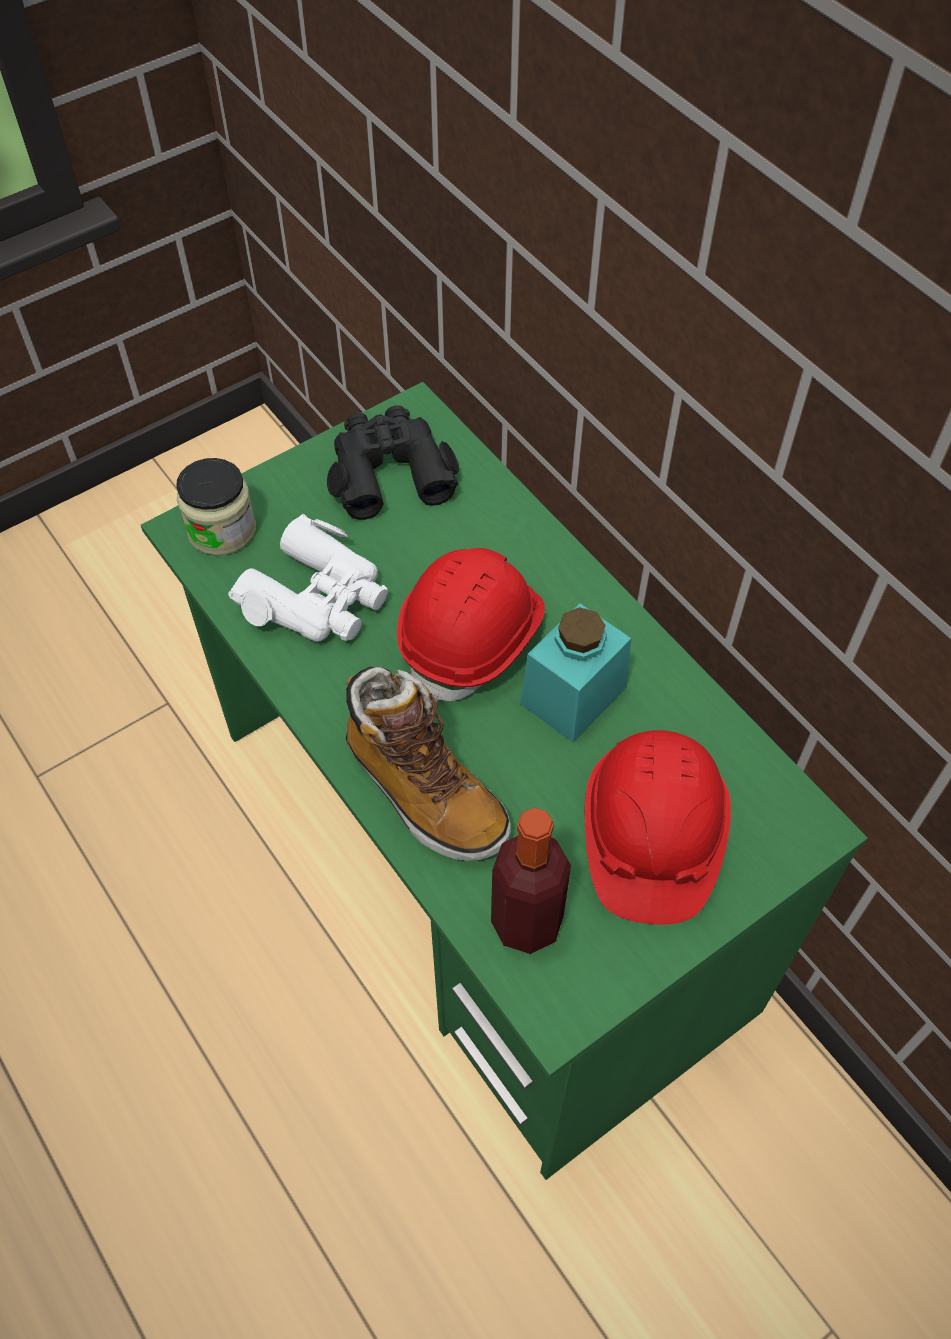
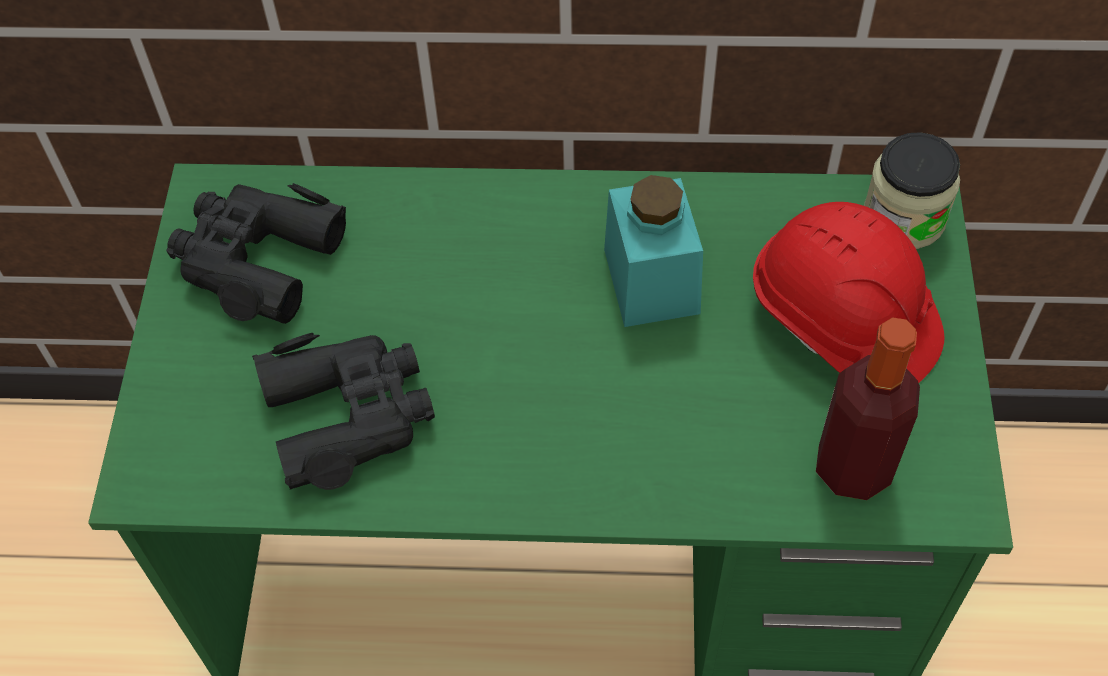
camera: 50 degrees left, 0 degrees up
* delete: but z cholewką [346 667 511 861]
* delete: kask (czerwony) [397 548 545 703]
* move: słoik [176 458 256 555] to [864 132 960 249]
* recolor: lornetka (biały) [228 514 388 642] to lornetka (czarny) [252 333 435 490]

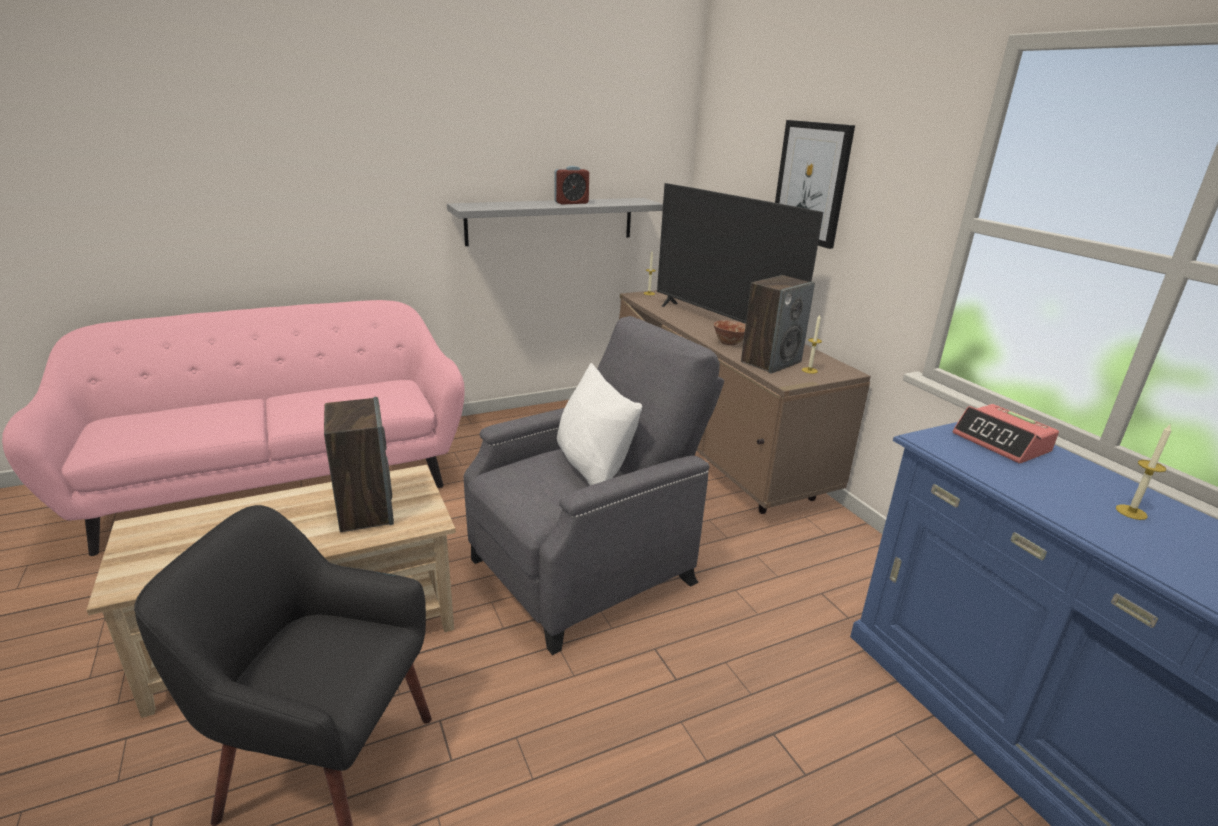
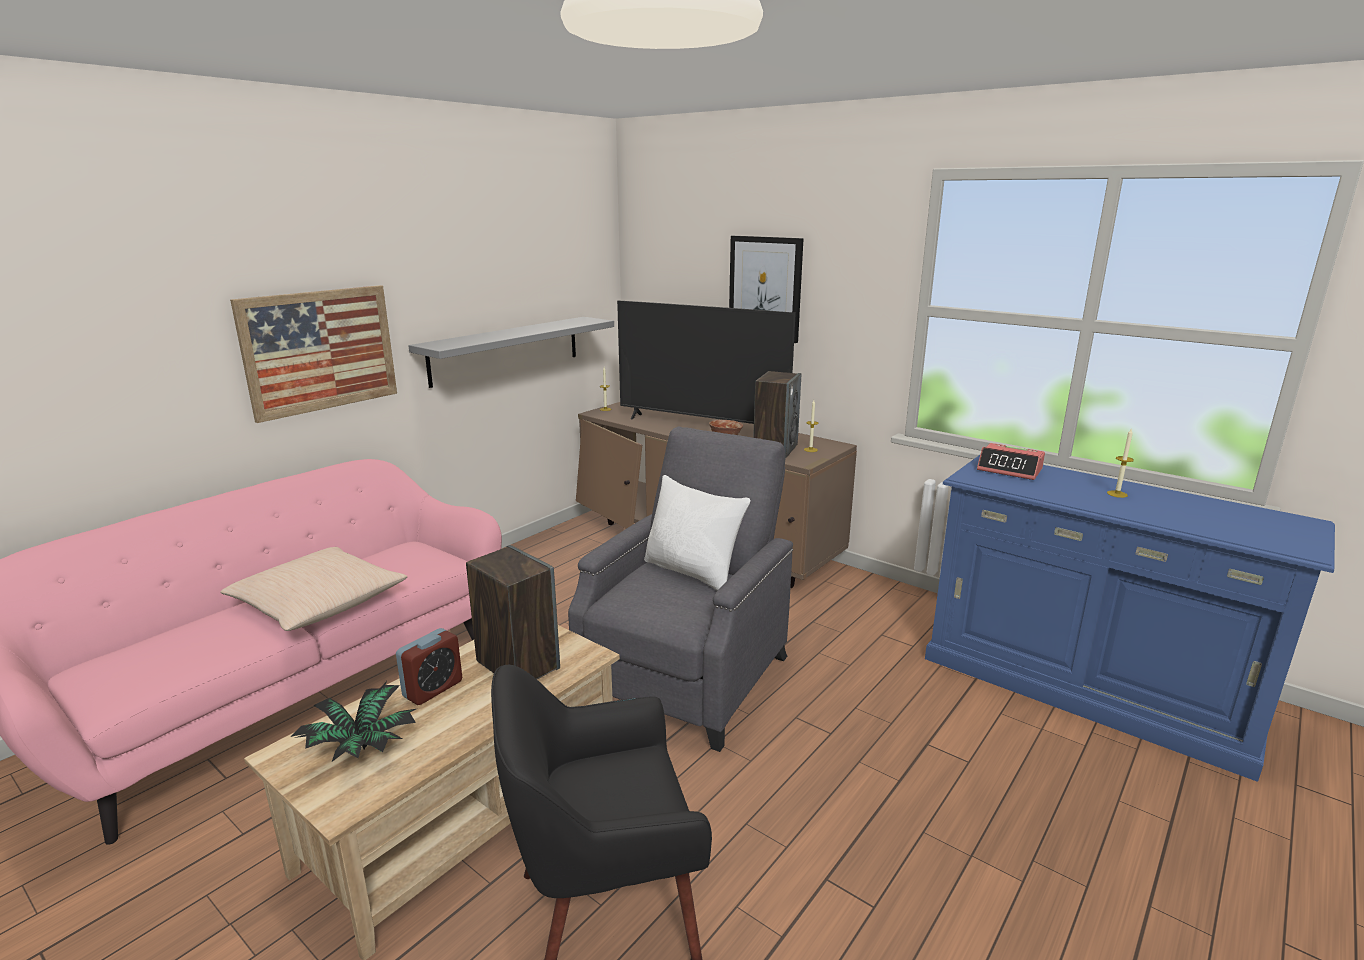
camera: 25 degrees left, 5 degrees down
* insert: poduszka (beżowy) [220 547 407 631]
* insert: obraz [230 285 397 423]
* insert: roślina doniczkowa [291 681 418 762]
* move: budzik [555 166 589 205] to [396 628 462 705]

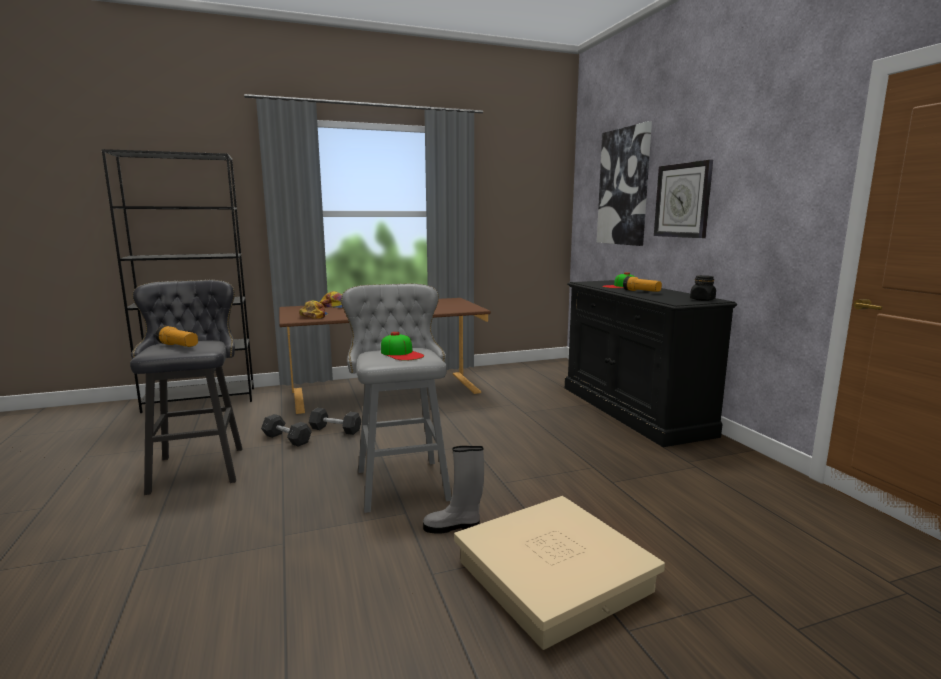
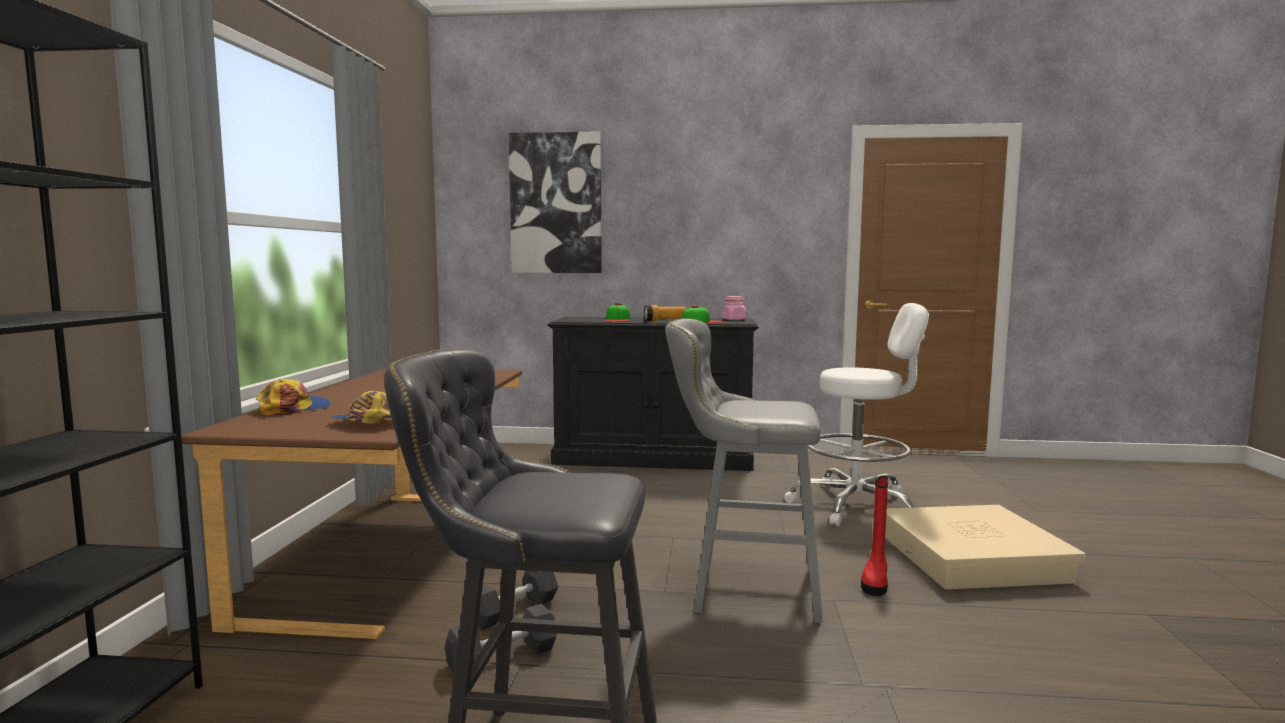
camera: 65 degrees left, 5 degrees down
* delete: latarka [155 326 198 347]
* delete: zegar ścienny [654 160 713 238]
* insert: stołek (biały) [784 303 929 526]
* move: czapka z daszkiem [381 332 424 361] to [682 305 726 323]
* recolor: but z cholewką (szary) [423 446 484 534] to but z cholewką (czerwony) [861 476 888 596]
* recolor: słoik (czarny) [690 275 716 301] to słoik (różowy) [722 296 747 320]

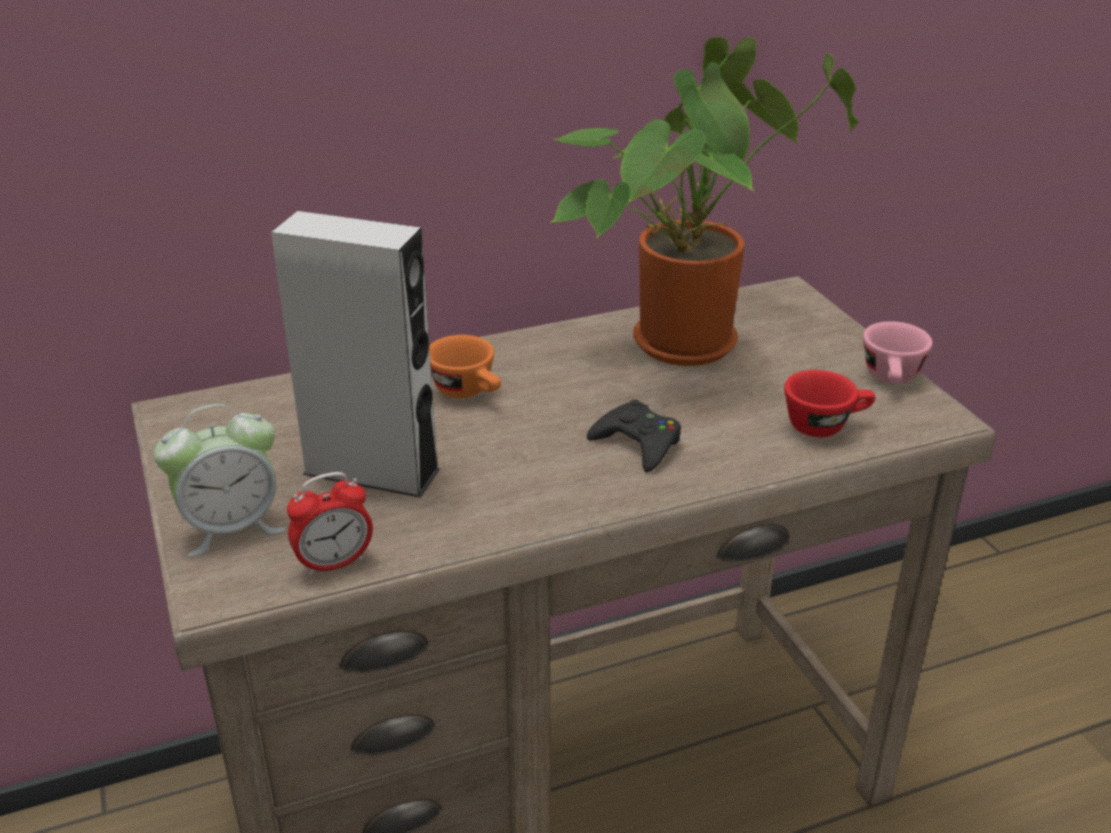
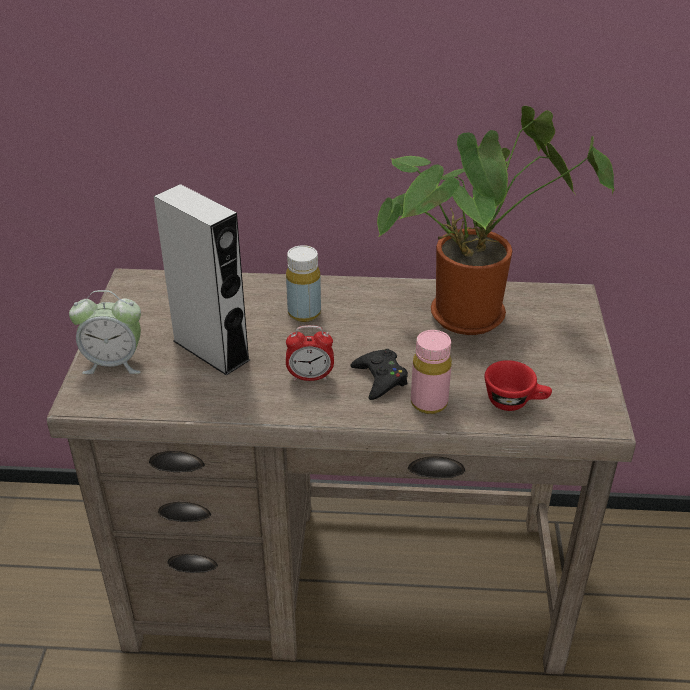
camera: 25 degrees right, 5 degrees up
* delete: filiżanka (różowy) [863 321 932 383]
* insert: butelka (różowy) [411 330 452 414]
* move: budzik [287 472 373 576] to [286 325 334 381]
* replace: filiżanka (pomarańczowy) [429 335 501 398] to butelka (żółty) [286 245 321 322]

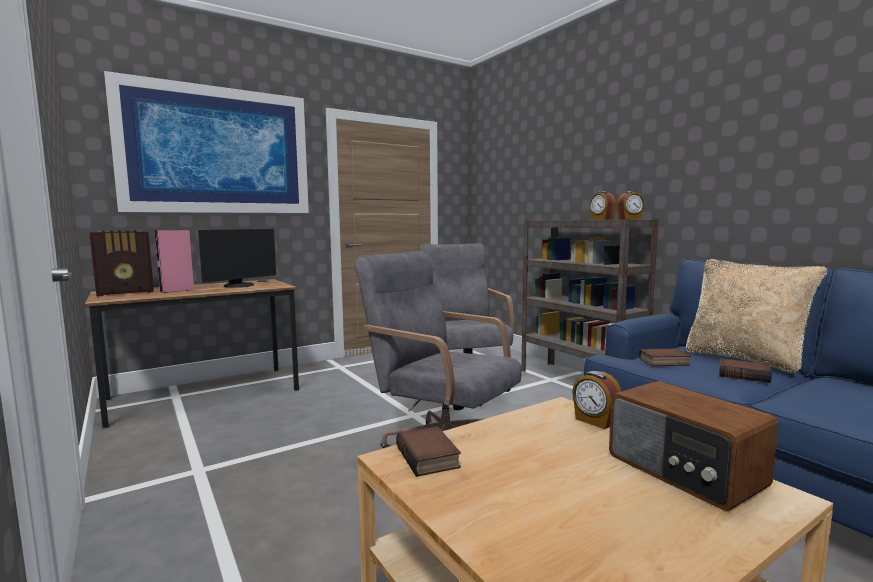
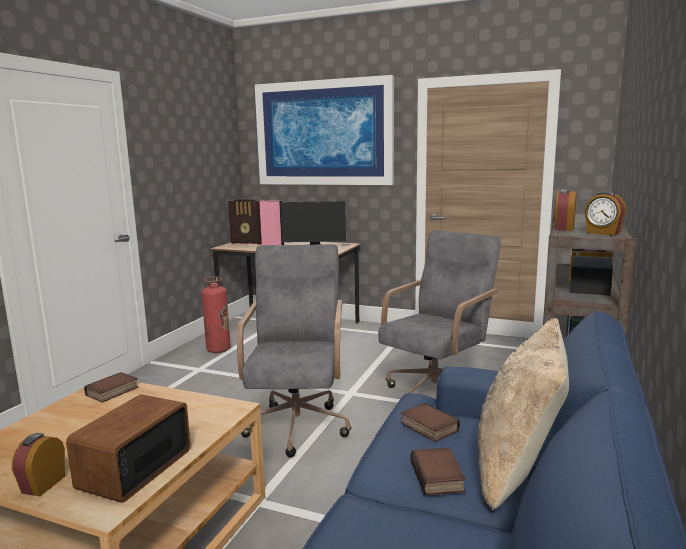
camera: 55 degrees right, 5 degrees up
* insert: gaśnica [201 277 231 353]
* move: budzik [572 371 621 429] to [12 433 65 496]

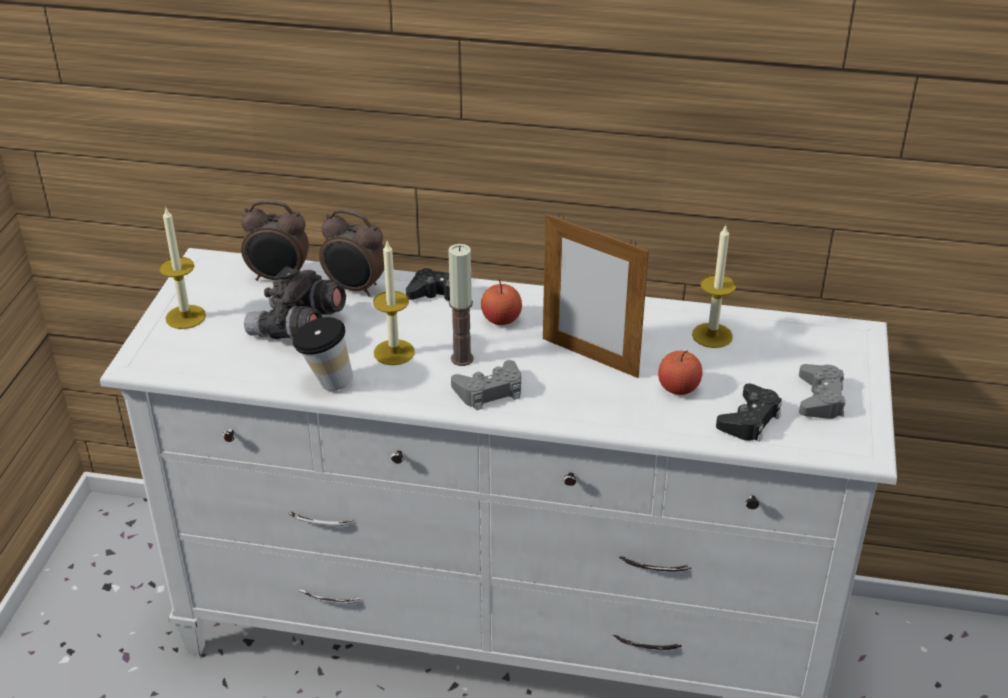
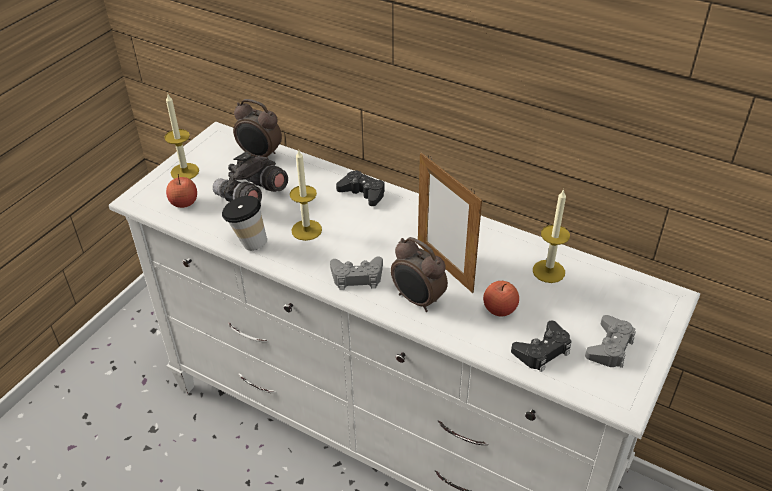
camera: 20 degrees right, 5 degrees up
* delete: świeca [448 244 474 366]
* move: budzik [319 209 384 297] to [391 237 448 312]
* move: jabłko [481 279 522 325] to [166 174 197 208]

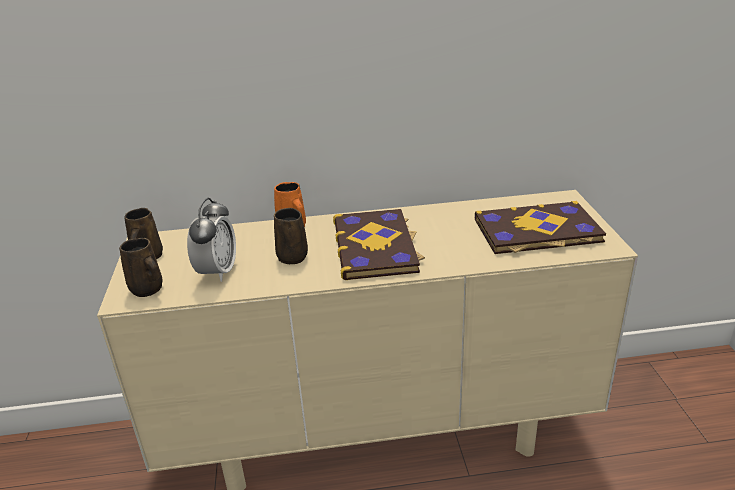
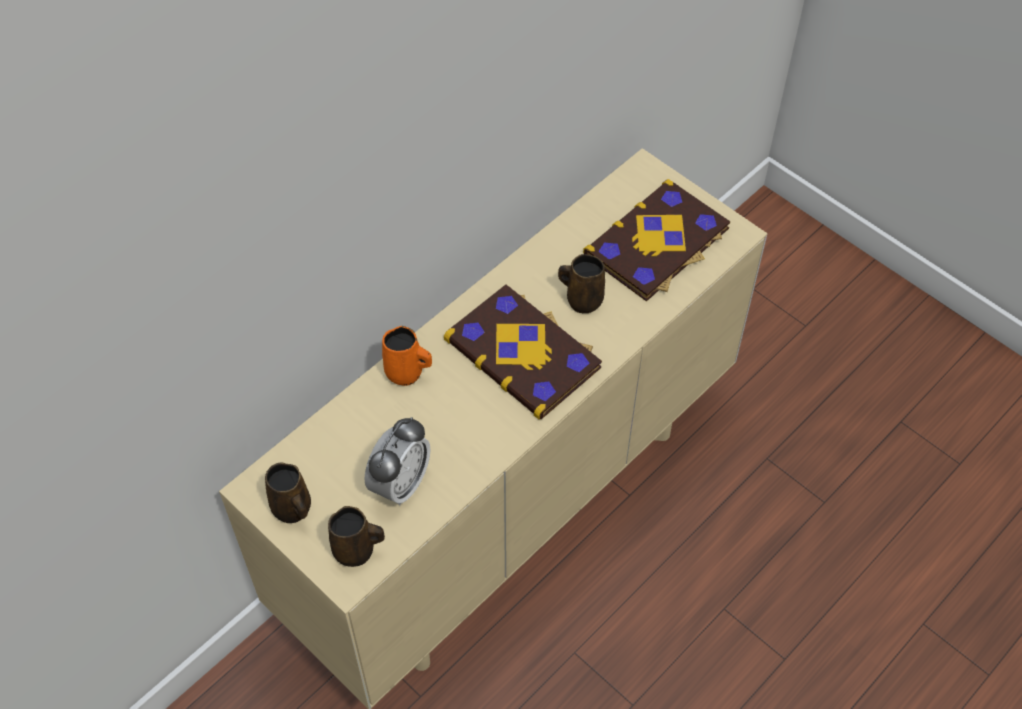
camera: 40 degrees left, 25 degrees up
* move: kubek (brązowy) [274 208 308 264] to [558 254 605 313]
* rotate: budzik [187 198 236 282] = [364 417 431 506] 60 degrees clockwise

